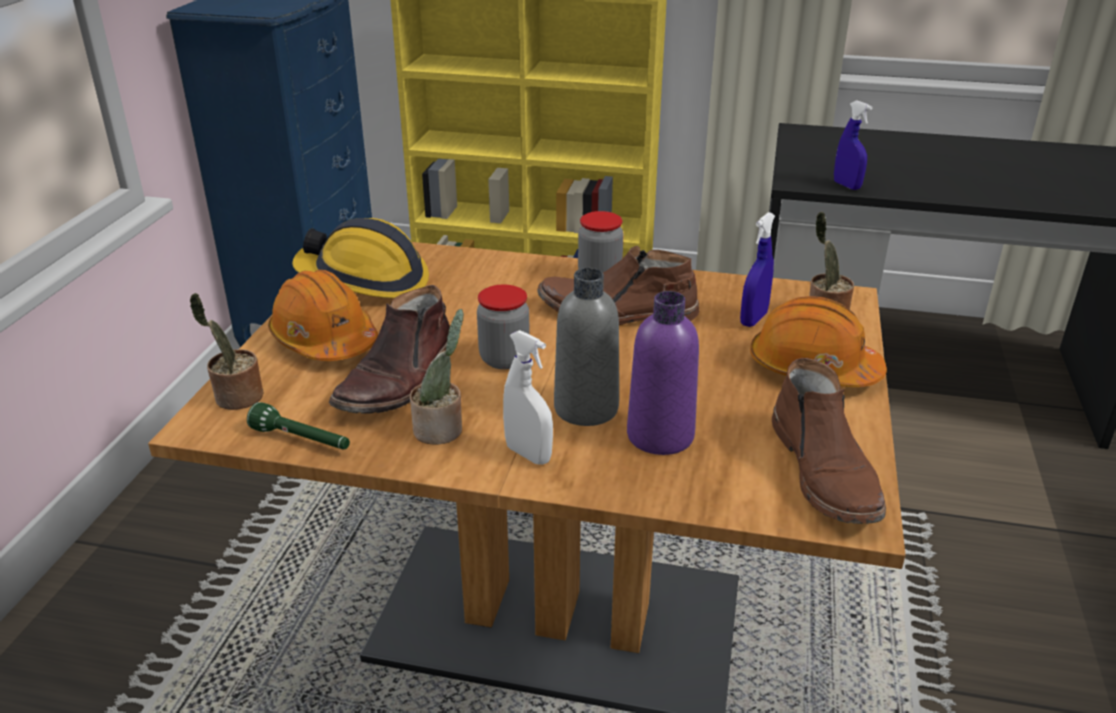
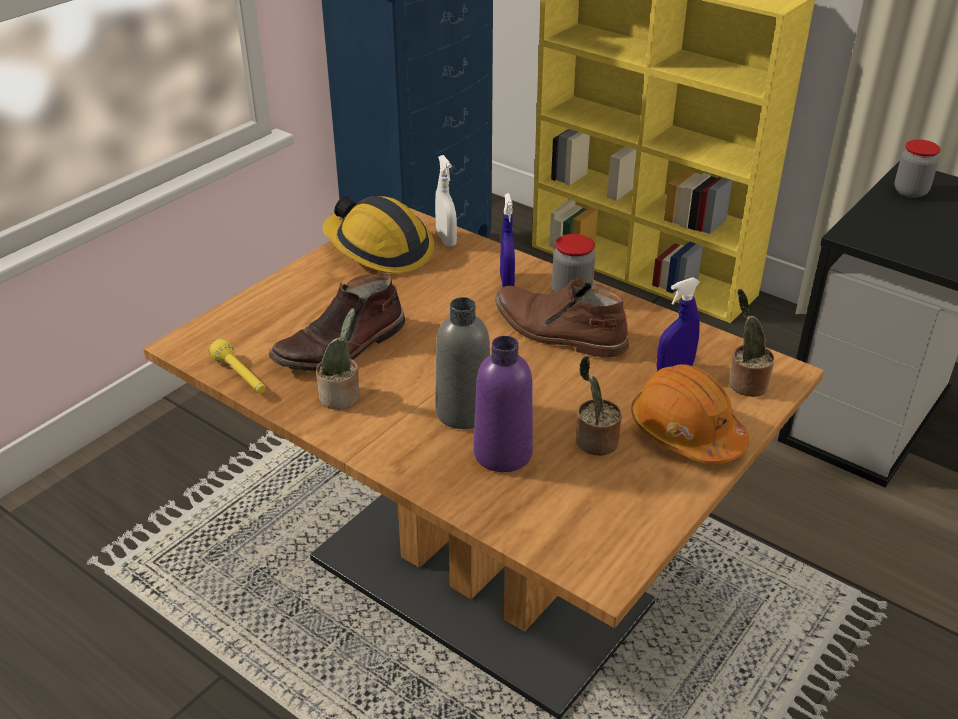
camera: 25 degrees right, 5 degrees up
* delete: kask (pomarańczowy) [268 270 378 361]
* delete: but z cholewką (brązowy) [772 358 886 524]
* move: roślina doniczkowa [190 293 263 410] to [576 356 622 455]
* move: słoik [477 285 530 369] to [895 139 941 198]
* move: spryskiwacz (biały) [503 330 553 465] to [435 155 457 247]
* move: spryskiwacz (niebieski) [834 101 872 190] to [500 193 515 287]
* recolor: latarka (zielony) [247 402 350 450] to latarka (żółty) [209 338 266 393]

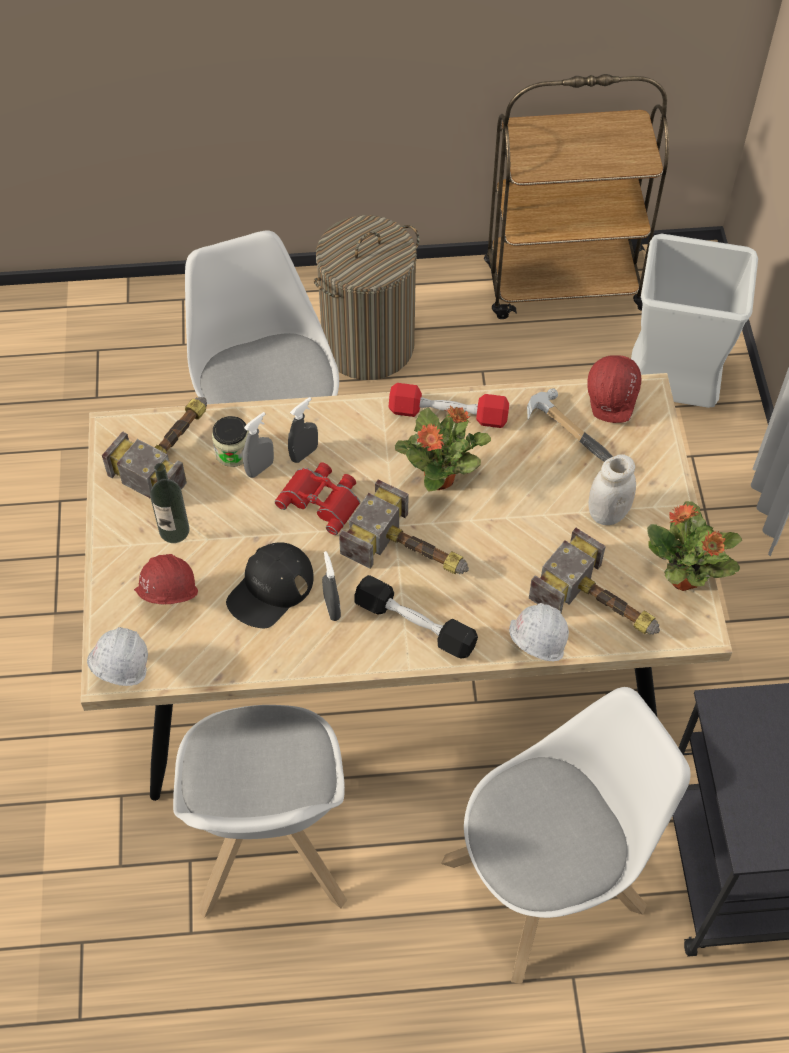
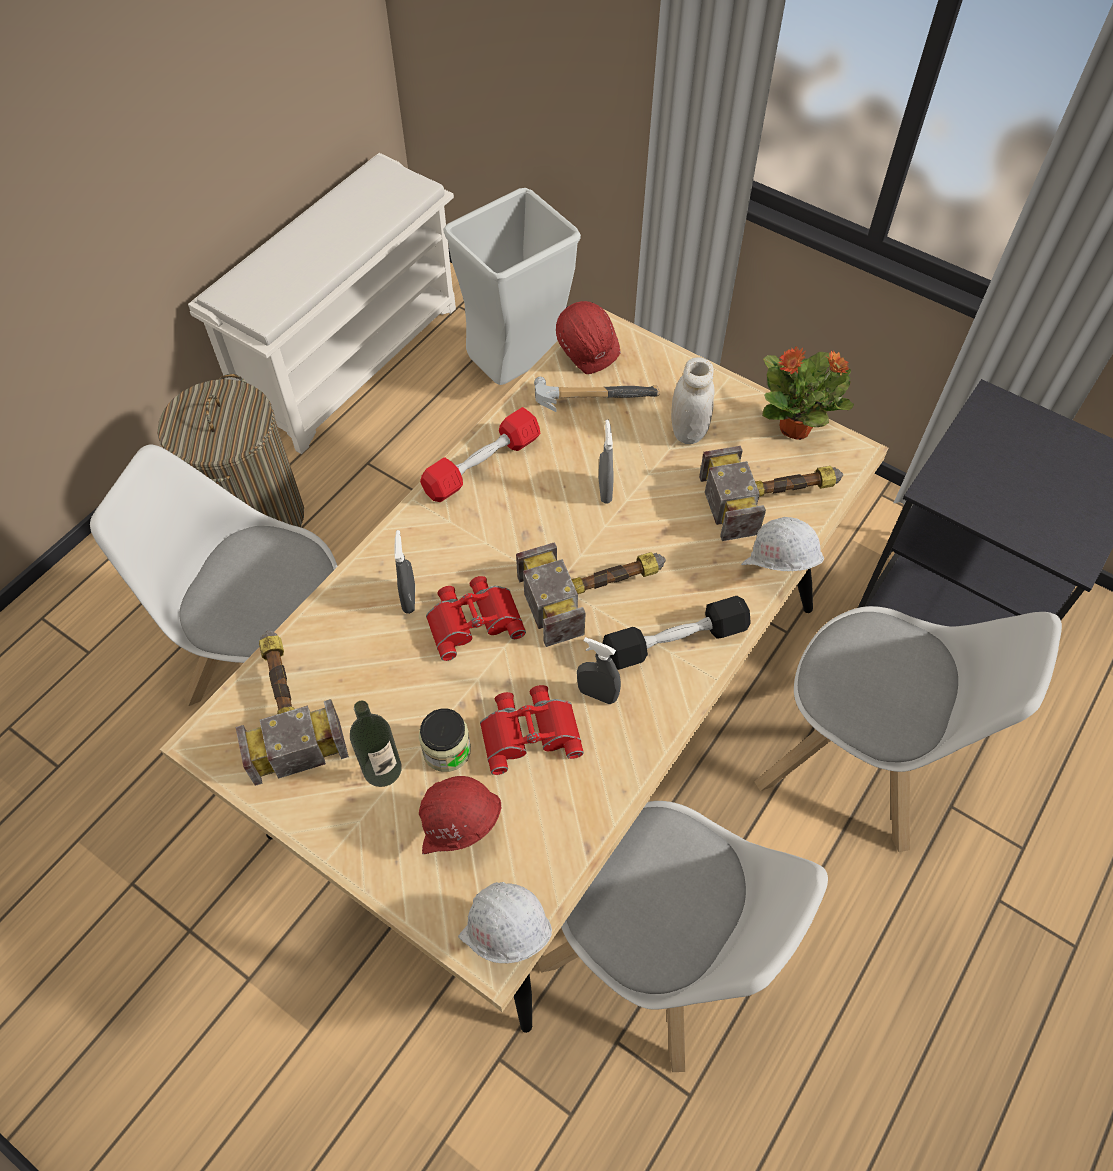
camera: 50 degrees left, 0 degrees up
* delete: roślina doniczkowa [395 406 491 492]
* move: słoik [212 416 249 467] to [419 709 471 772]
* move: spryskiwacz (szary) [243 412 274 478] to [599 420 614 504]
* replace: czapka z daszkiem (czarny) [226 542 314 628] to lornetka (czerwony) [480 685 584 775]
* replace: wózek (brązowy) [484 74 669 319] to regał na buty (biały) [188 153 456 454]
* rotate: krzesło [441 687 690 984] = [754 606 1062 852] 105 degrees clockwise

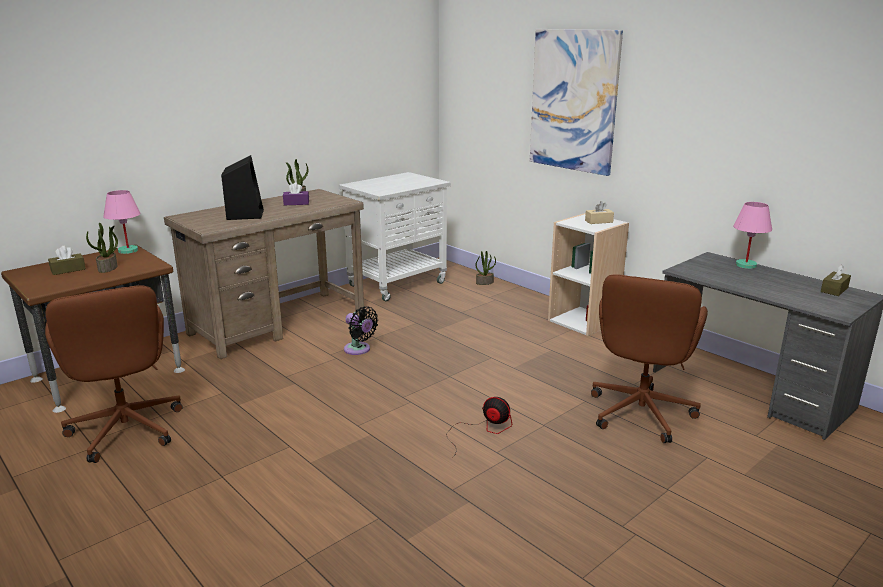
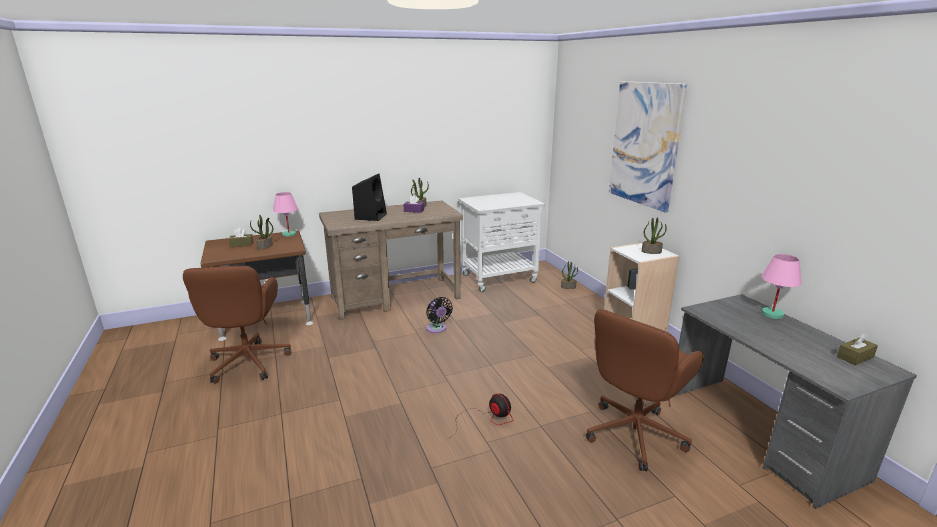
camera: 20 degrees right, 0 degrees up
* replace: pudełko chusteczek (beżowy) [585 201 614 224] to roślina doniczkowa [642 218 667 254]

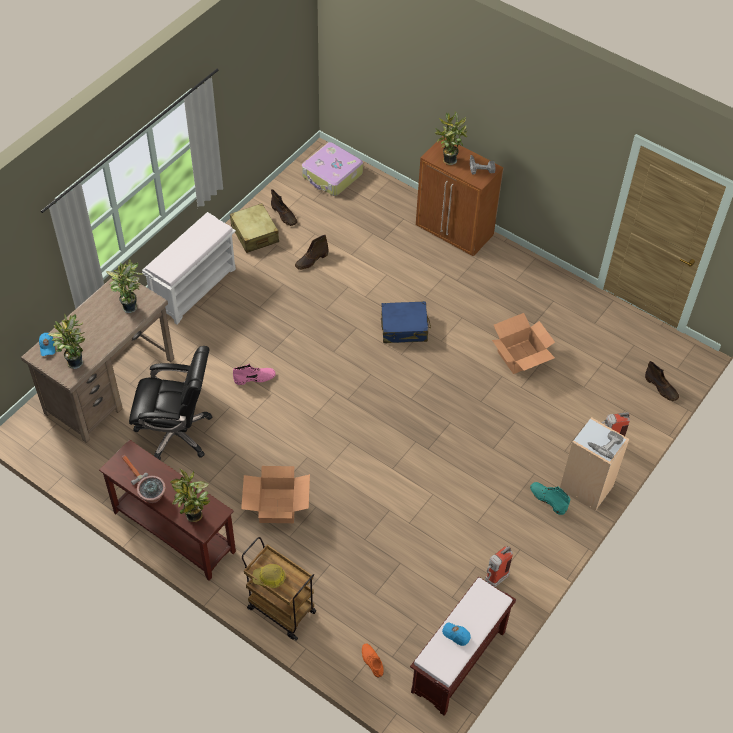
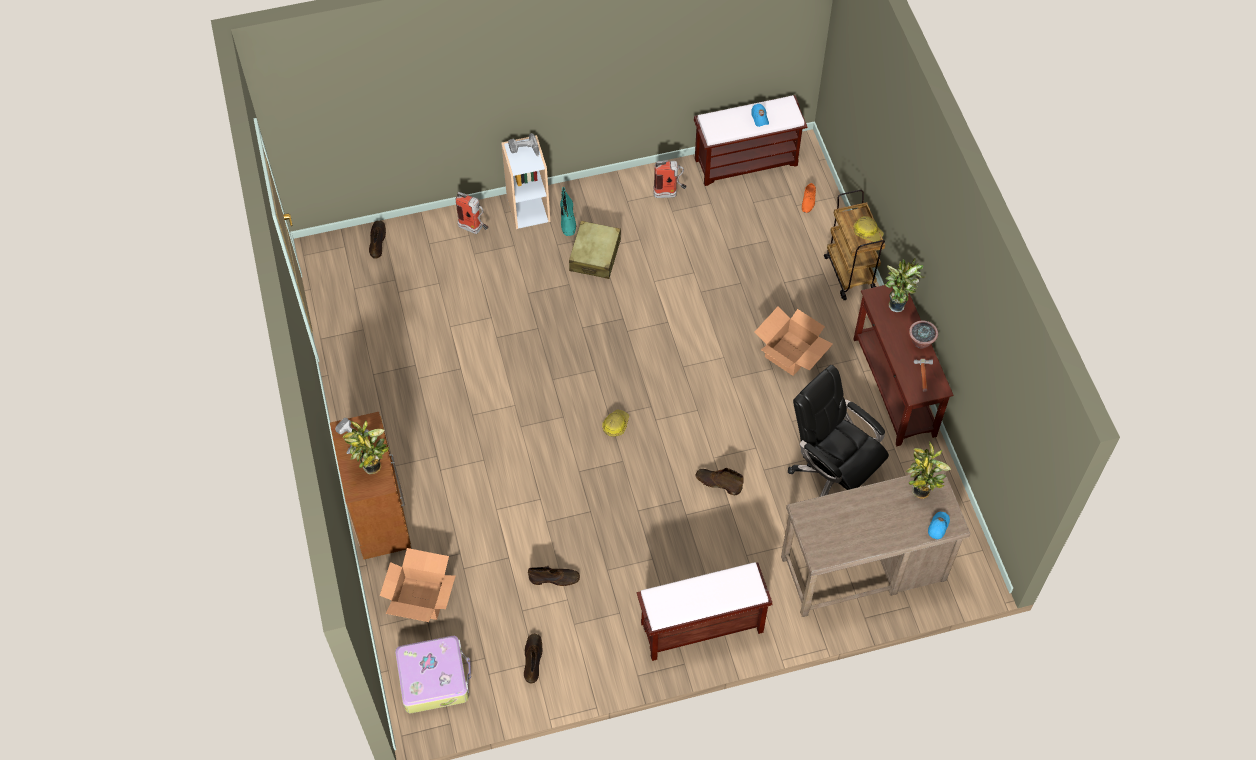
camera: 140 degrees left, 5 degrees up
* delete: roślina doniczkowa [106 259 144 313]
* delete: walizka (niebieski) [381 301 431 343]
* insert: kask [602 409 629 437]
* move: walizka (beżowy) [230 203 279 253] to [569 221 621 279]
* move: karton [492 313 555 374] to [380 548 456 622]
* recolor: ławka (biały) [142 212 236 324] to ławka (brązowy) [637 562 773 661]
* recolor: but z cholewką (różowy) [233 364 276 385] to but z cholewką (brązowy) [696 468 744 495]

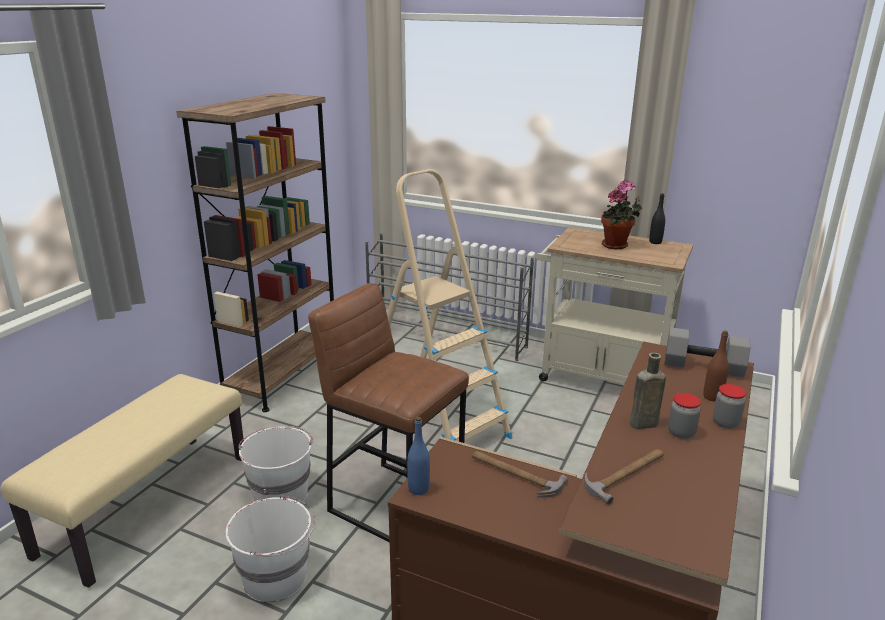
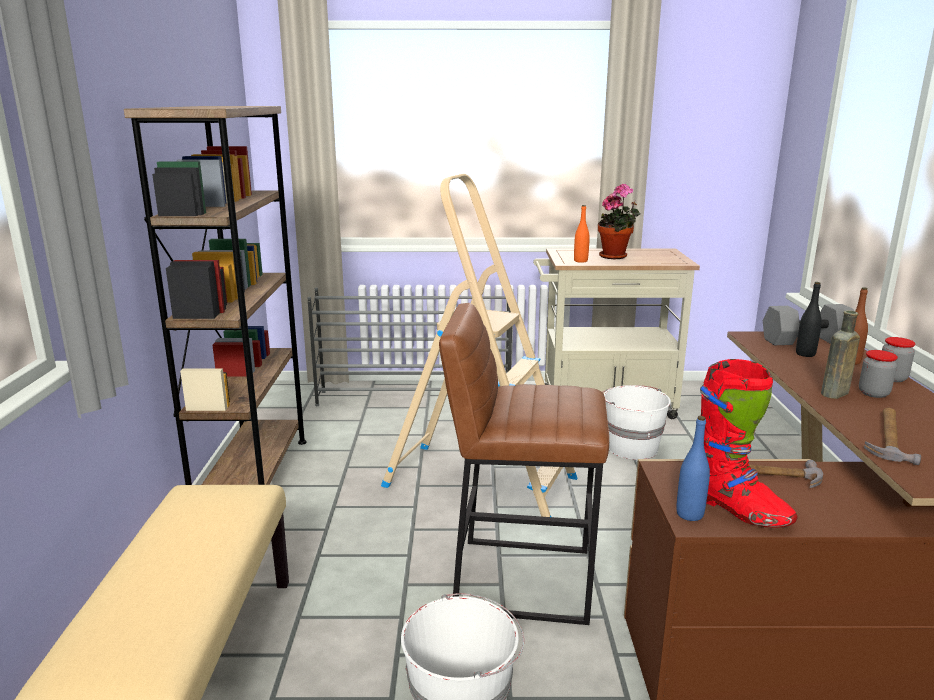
camera: 25 degrees left, 5 degrees down
* insert: butelka (pomarańczowy) [574 205 590 263]
* insert: but z cholewką (czerwony) [700 359 798 528]
* move: wiadro (biały) [238 426 313 504] to [603 385 671 460]
* move: butelka (czarny) [649 193 665 244] to [796 282 822 357]

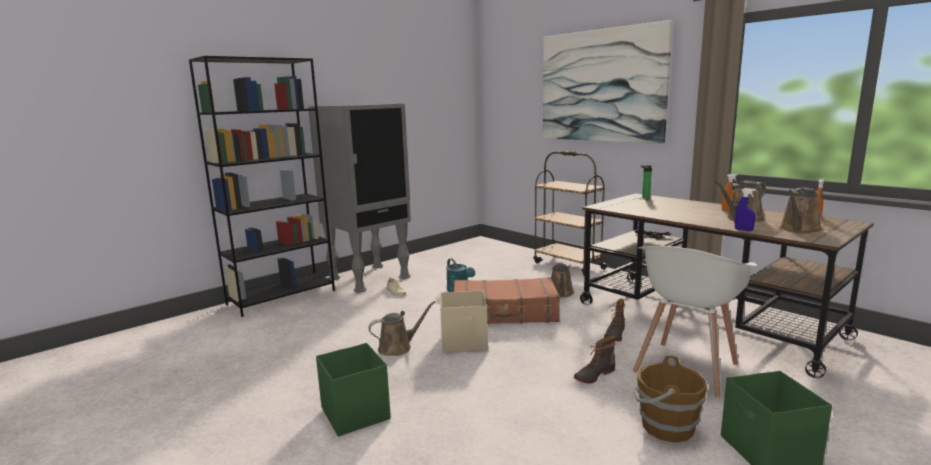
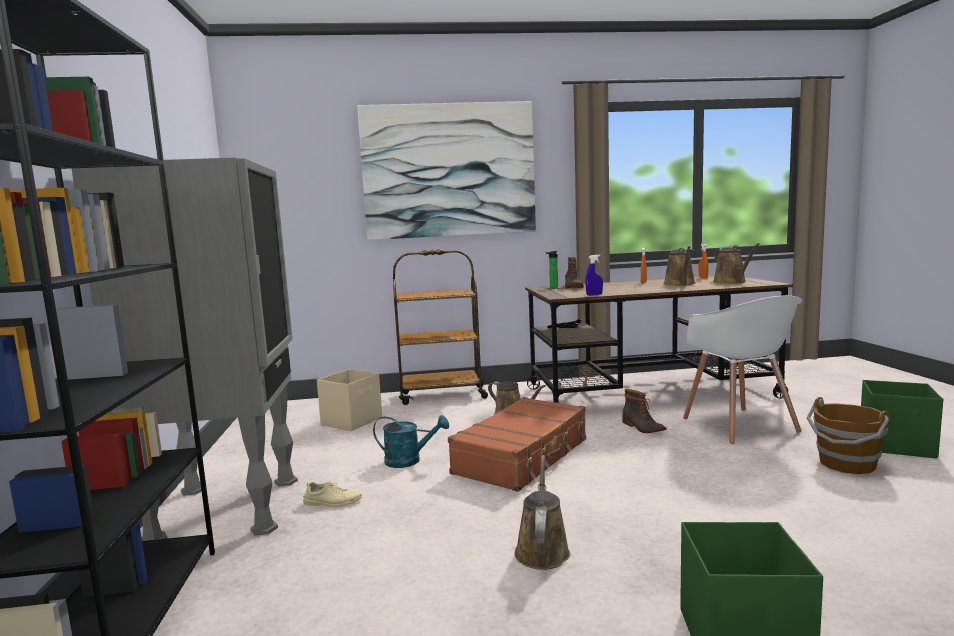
camera: 55 degrees left, 5 degrees down
* move: pojemnik do przechowywania (beżowy) [440 290 488 352] to [317 369 382 431]
* move: but z cholewką [574 336 616 383] to [565 257 584 289]
* move: spryskiwacz (niebieski) [735 188 756 231] to [585 255 603 296]

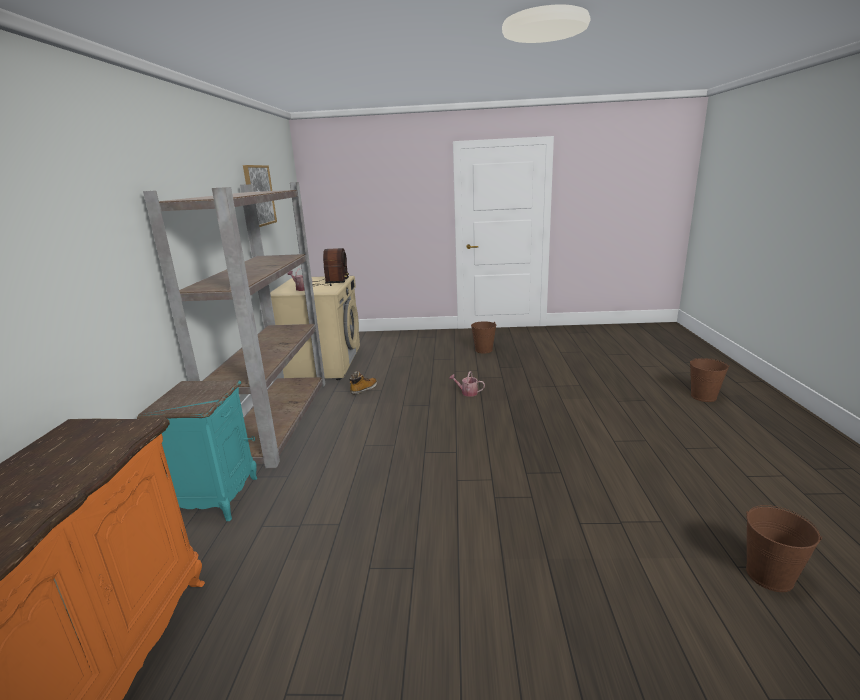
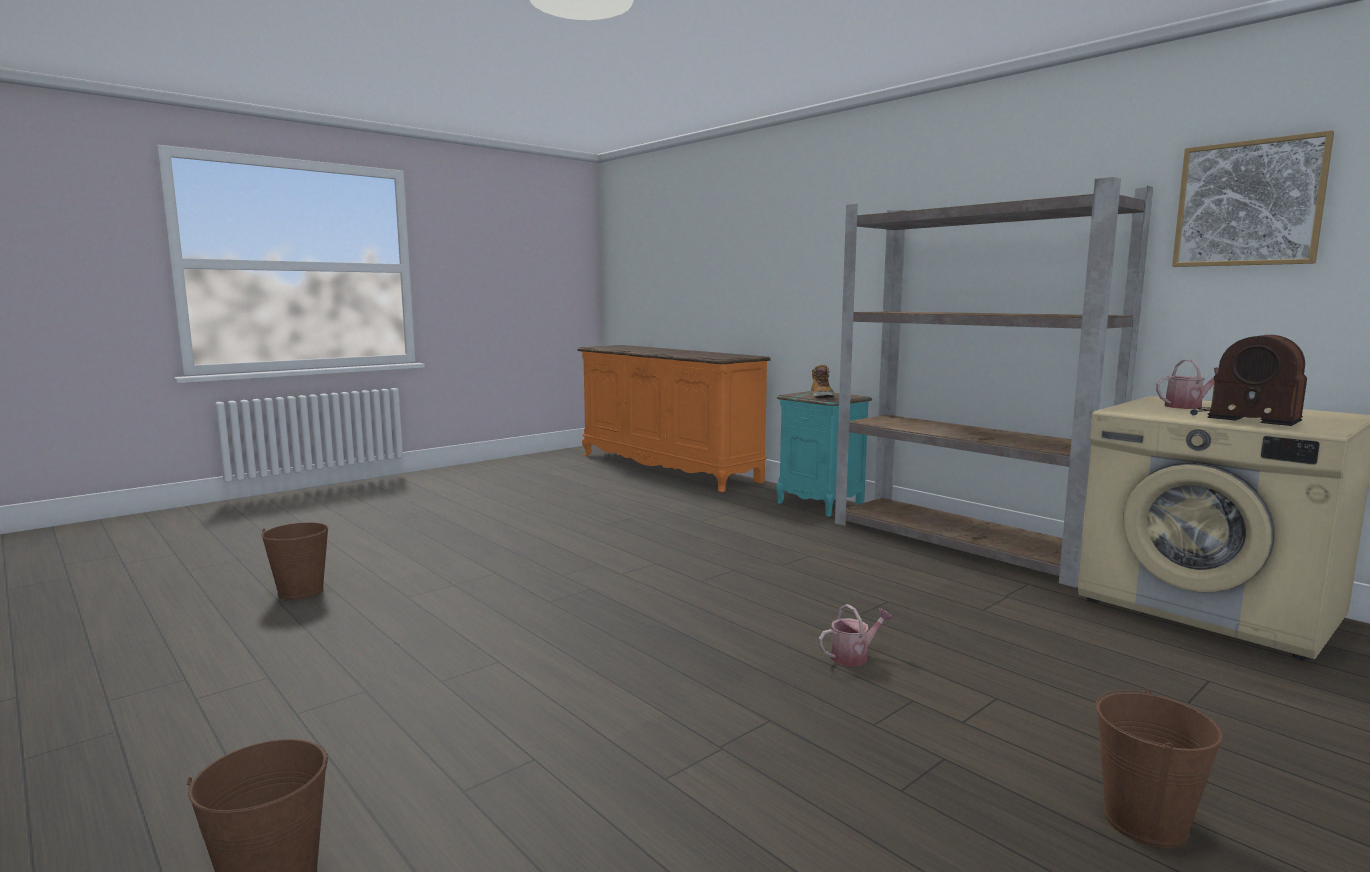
camera: 135 degrees right, 10 degrees down
* move: but z cholewką [349 371 377 395] to [811 364 834 398]

